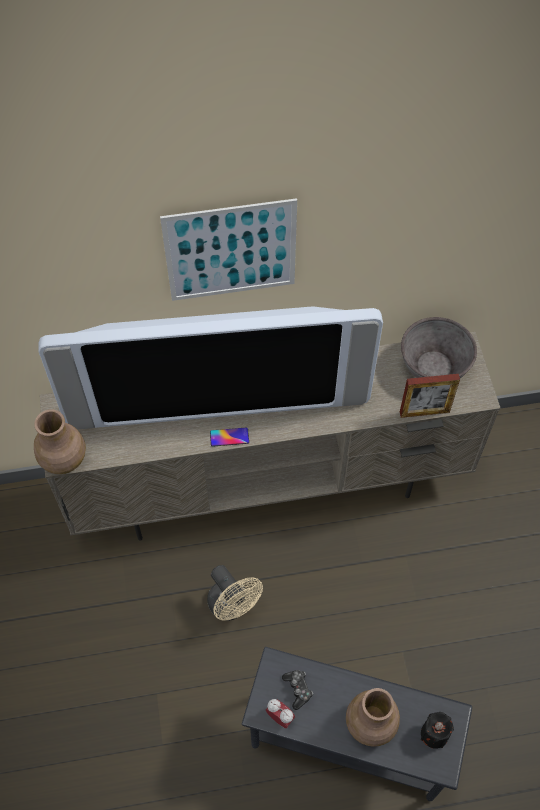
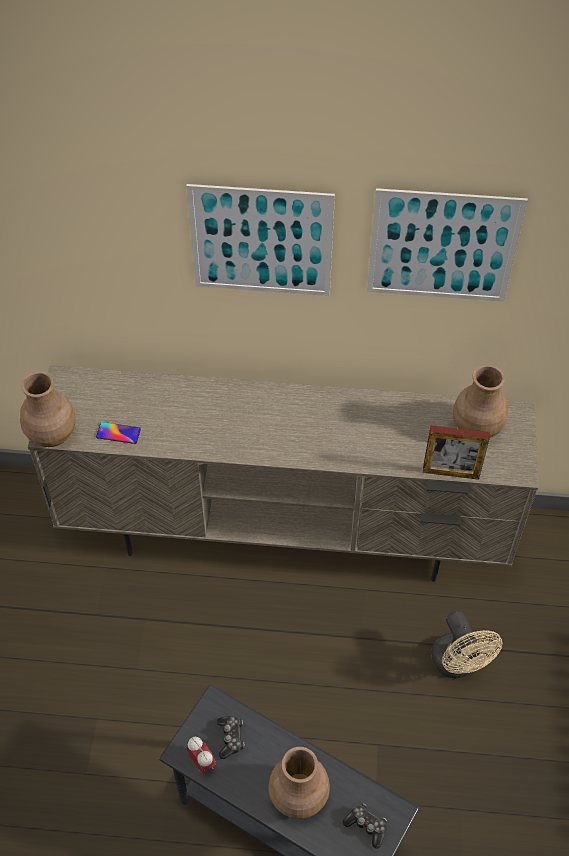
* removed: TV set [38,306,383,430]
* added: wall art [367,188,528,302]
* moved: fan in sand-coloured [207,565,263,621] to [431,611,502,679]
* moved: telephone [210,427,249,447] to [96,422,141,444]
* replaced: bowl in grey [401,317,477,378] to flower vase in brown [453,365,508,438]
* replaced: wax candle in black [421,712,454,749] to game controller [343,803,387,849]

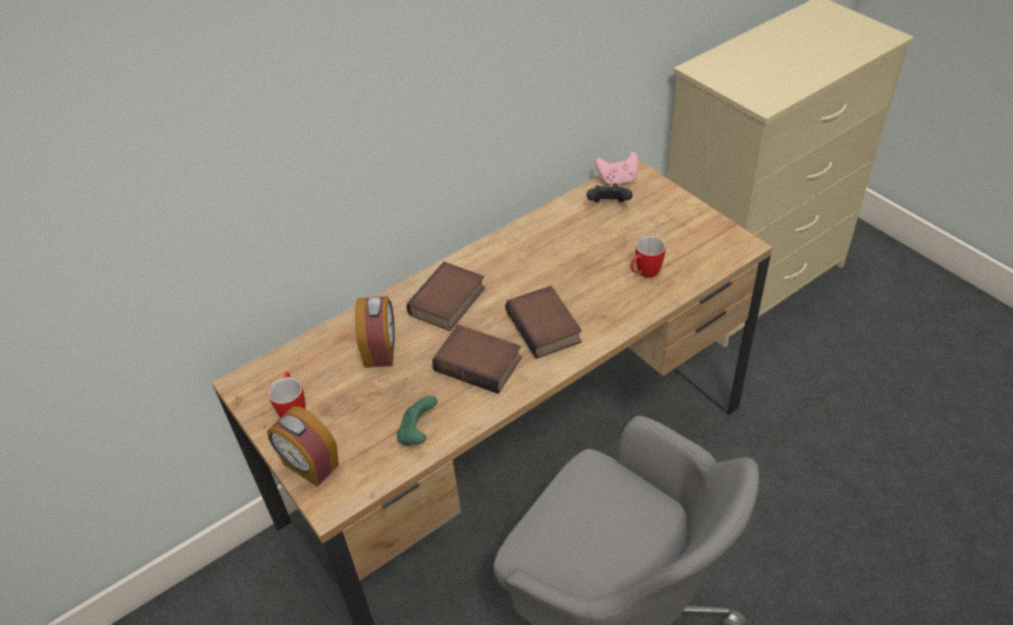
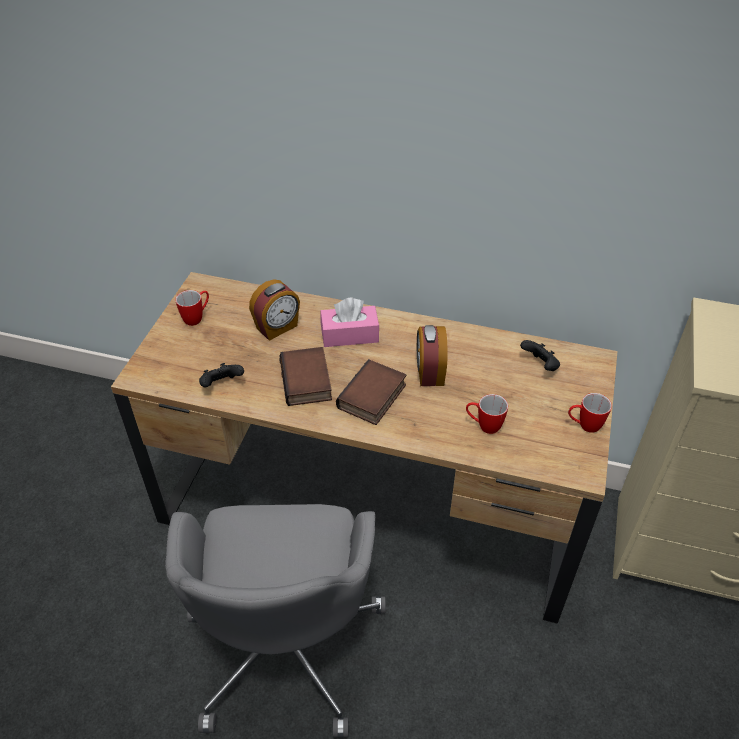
* removed: game controller in pink-coloured [595,152,639,186]
* added: mug [568,393,612,433]
* moved: alarm clock [267,406,339,487] to [417,325,448,386]
* replaced: book [406,262,485,331] to tissue holder in pink-coloured [320,297,379,347]
* recoloured: game controller in green-coloured [396,395,438,446] to game controller in black [199,363,244,388]

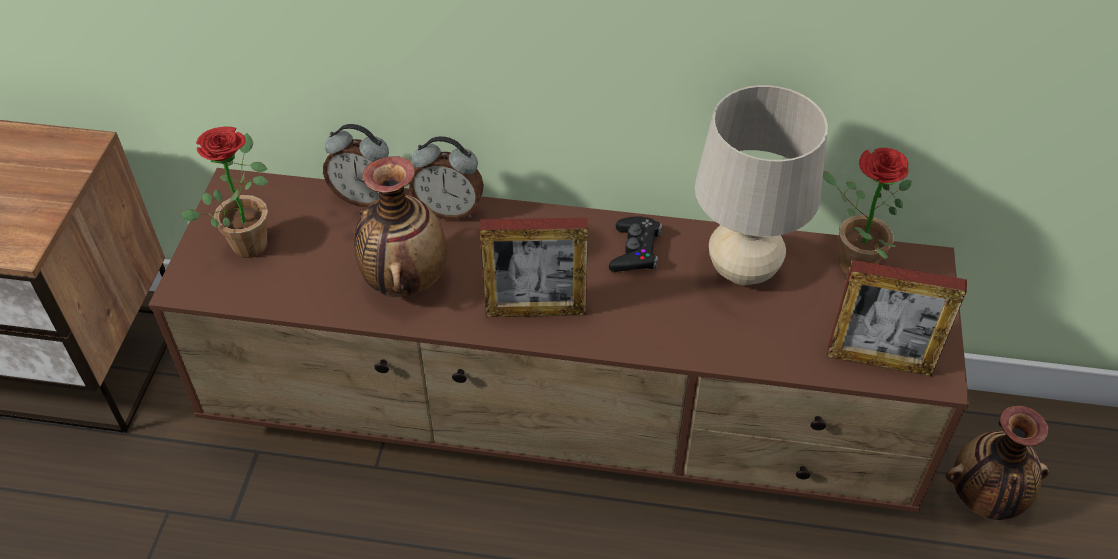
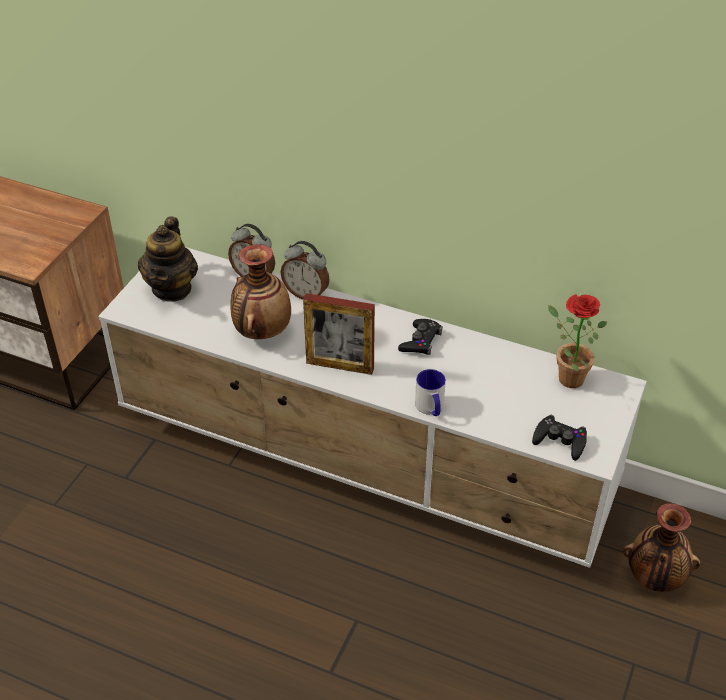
* removed: lamp for a table in sand-coloured [695,85,828,285]
* added: mug [415,369,446,416]
* replaced: potted plant [180,127,268,258] to tea pot [138,217,198,302]
* replaced: picture frame [827,260,967,377] to game controller in black [532,415,587,461]
* recoloured: media console in brown [148,168,969,512] to media console in whitish [98,247,647,568]

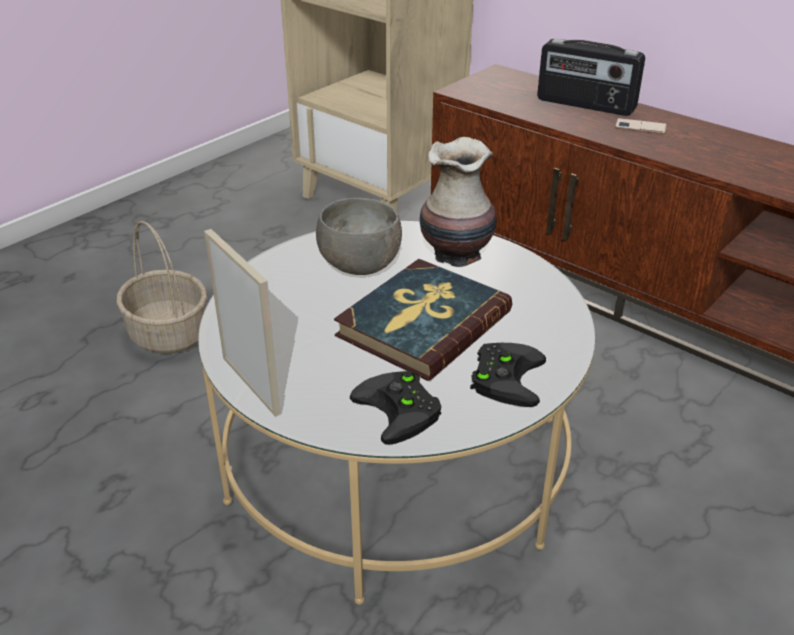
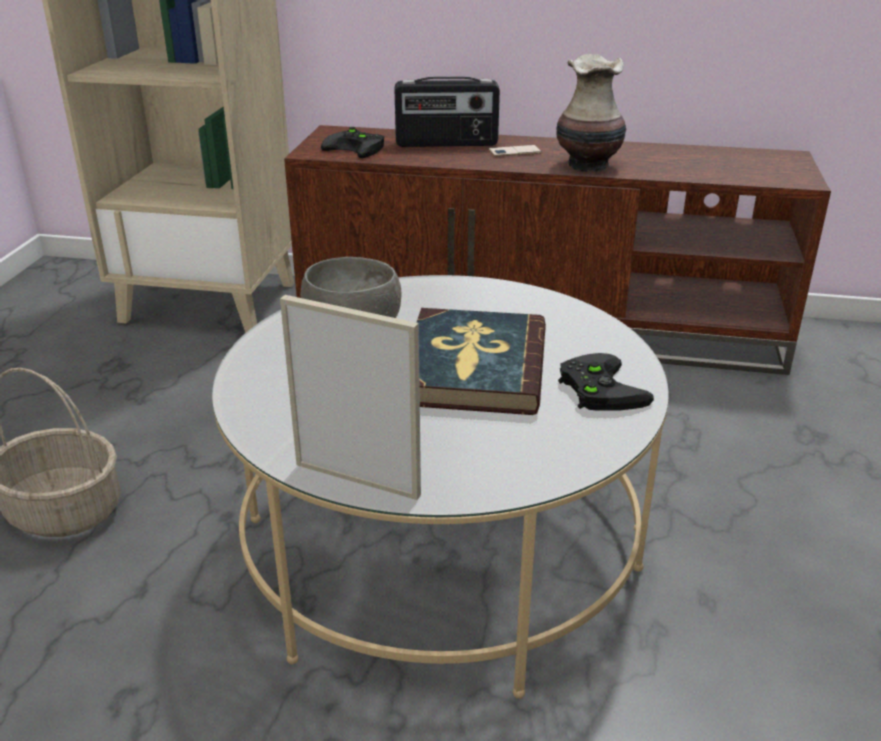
* moved: game controller in black [350,371,441,445] to [321,127,384,158]
* moved: flower vase [419,137,497,267] to [556,54,626,172]

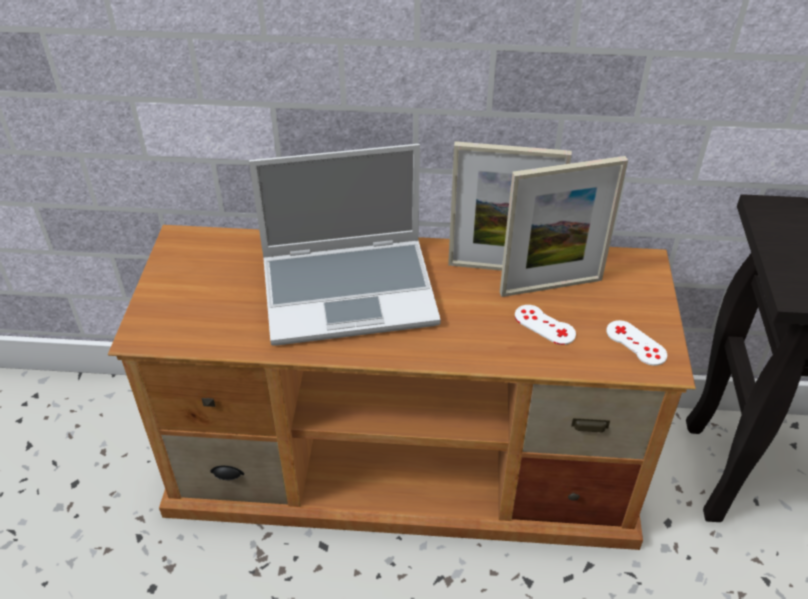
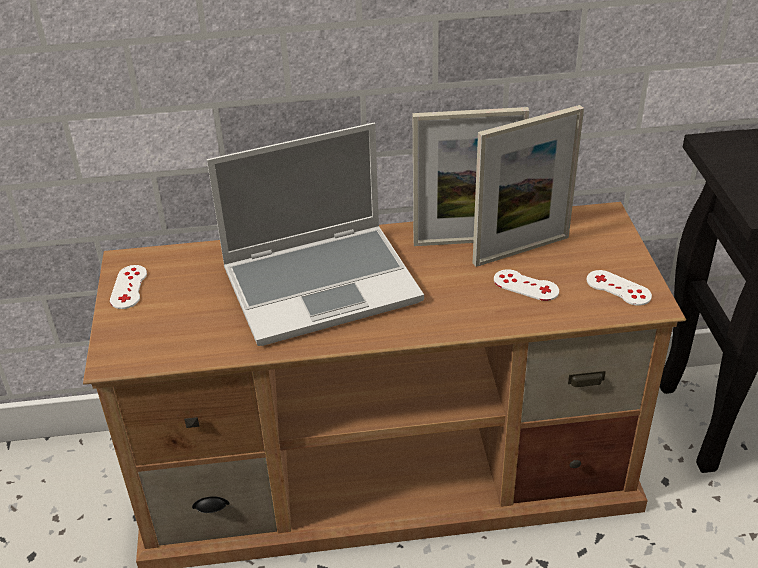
* added: game controller in whitish [110,265,147,309]

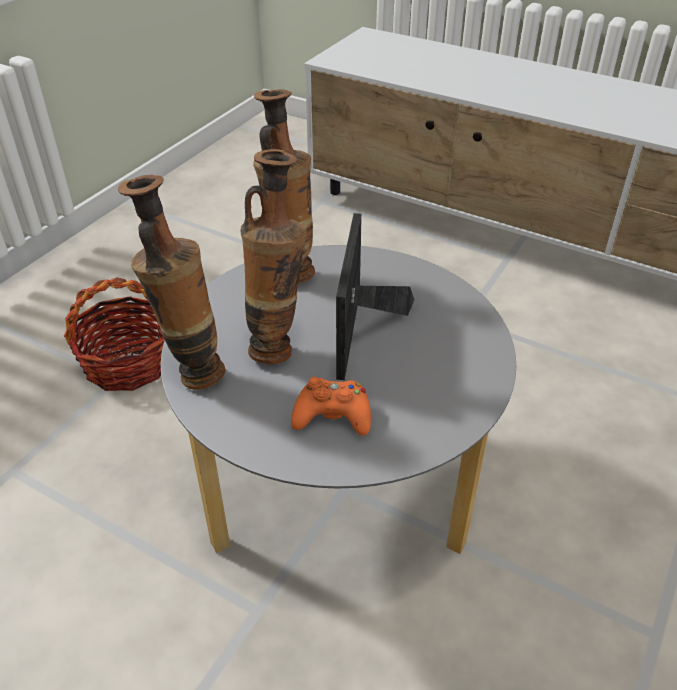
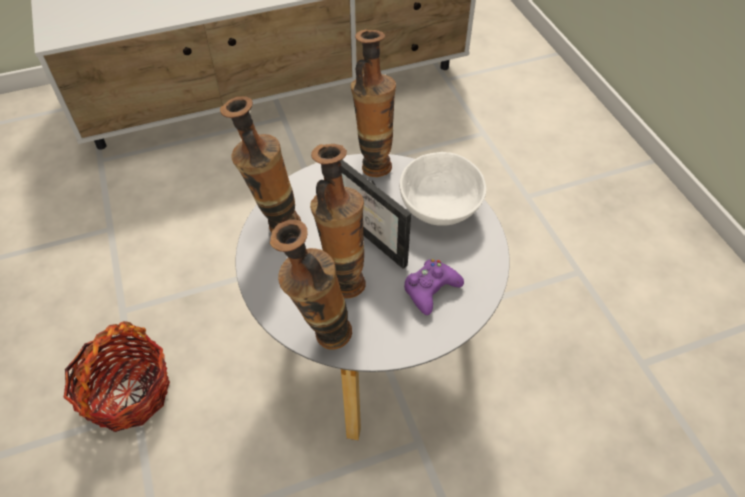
* added: flower vase [350,29,396,177]
* added: bowl in whitish [400,152,486,226]
* recoloured: game controller in orange-coloured [291,377,371,436] to game controller in purple [404,259,464,315]

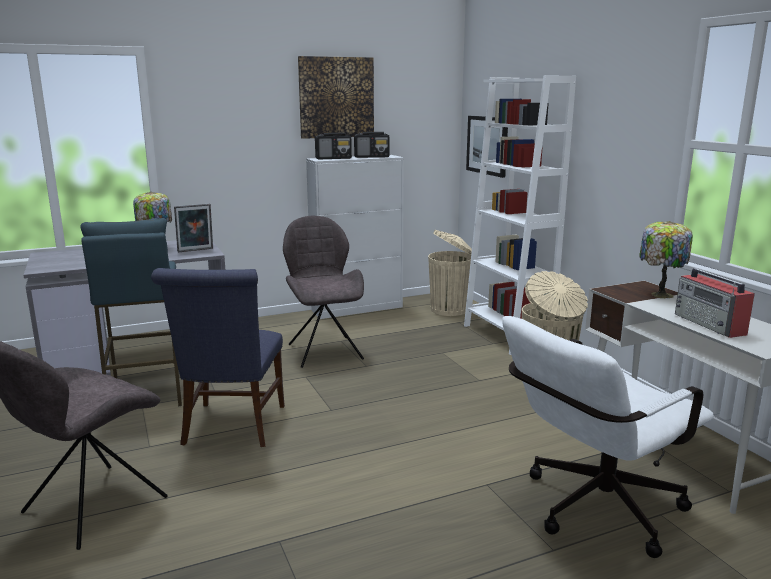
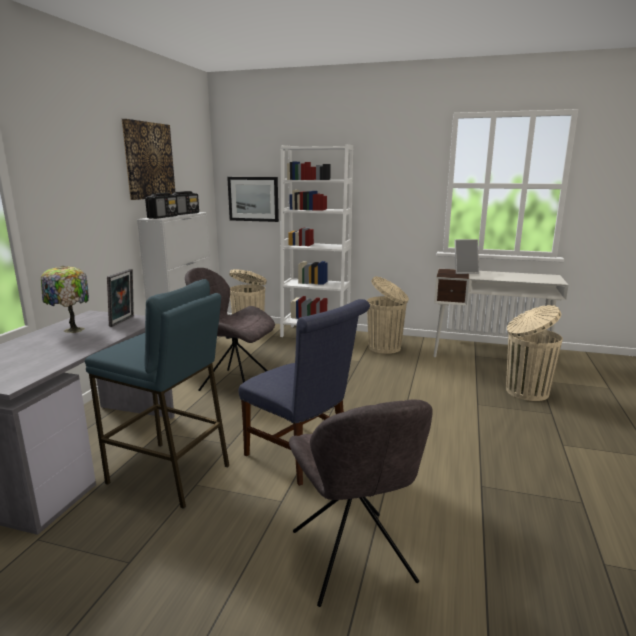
* removed: radio [675,268,755,338]
* replaced: desk chair in whitish [502,316,714,558] to waste bin in sand-coloured [506,305,563,401]
* replaced: lamp for a table [639,221,693,298] to picture frame [454,239,479,274]

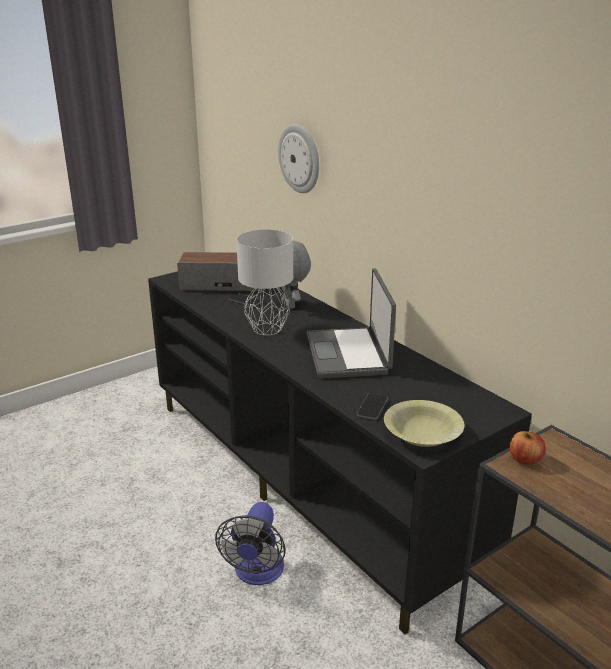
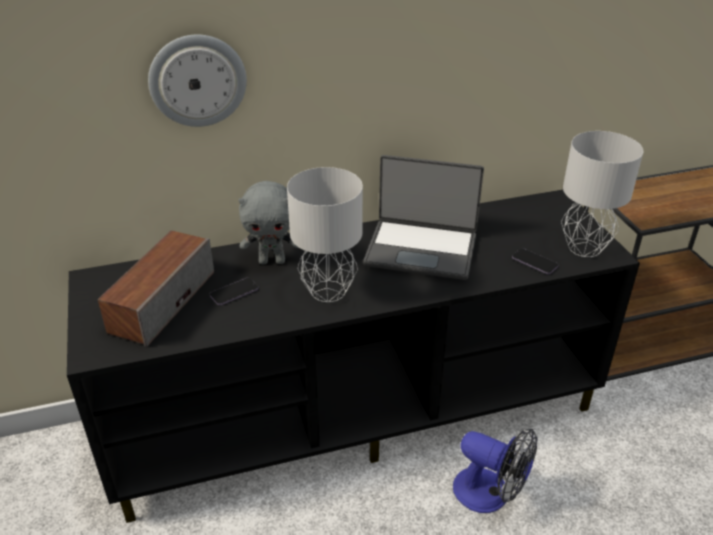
* removed: apple [510,431,546,465]
* replaced: bowl in yellow [384,400,464,447] to lamp for a table in grey [561,131,643,257]

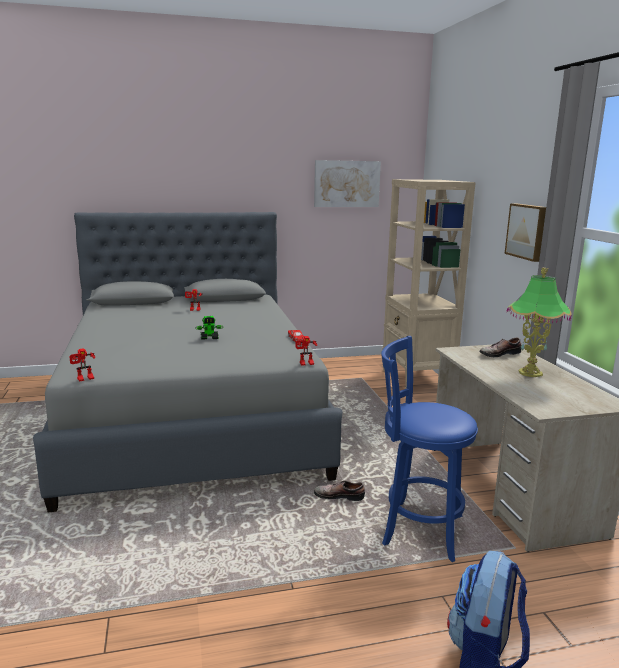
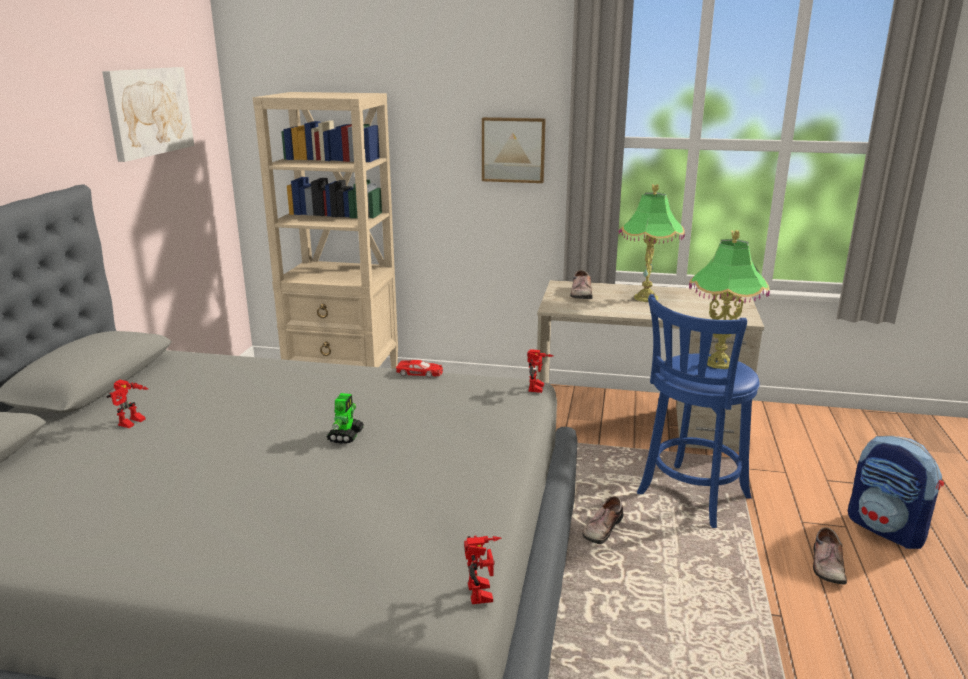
* added: lamp for a table [689,230,770,369]
* added: low shoe [813,527,847,585]

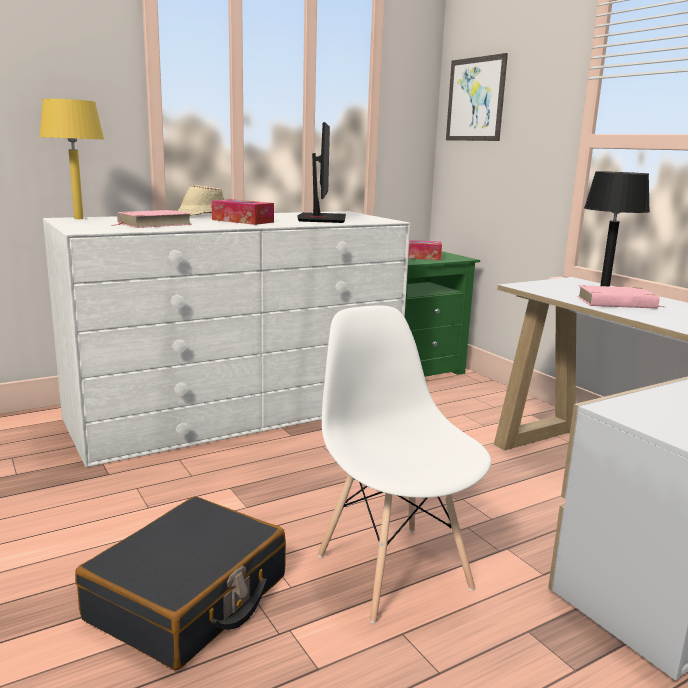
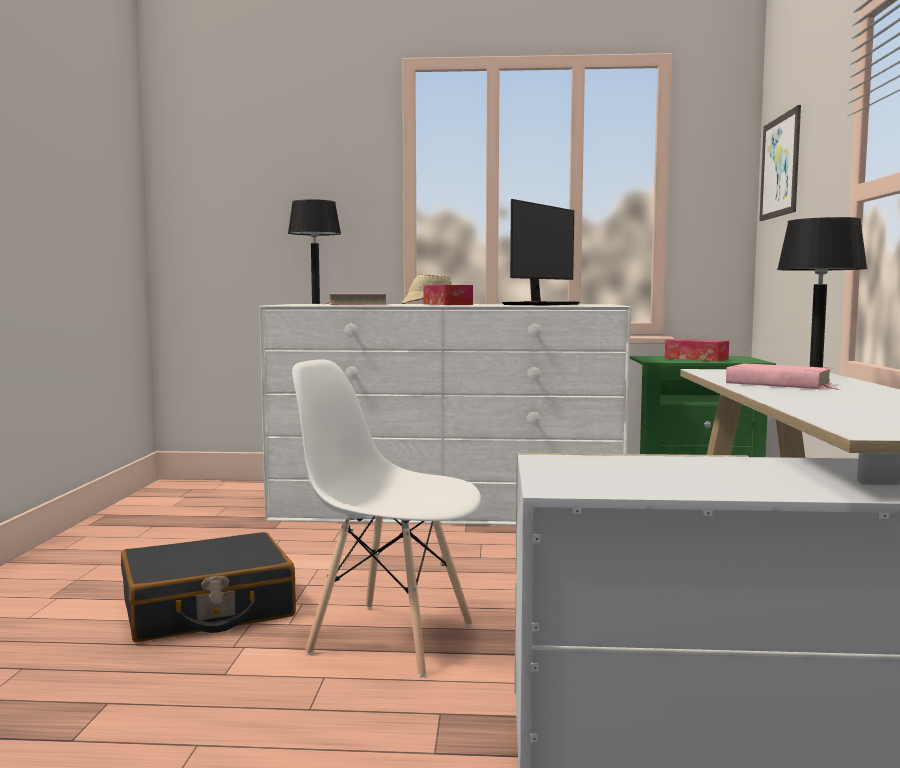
* recoloured: lamp for a table in yellow [39,99,104,219] to lamp for a table in black [288,199,341,304]
* turned: upright chair in whitish [318,305,491,623] = [292,360,481,677] 75 degrees counterclockwise

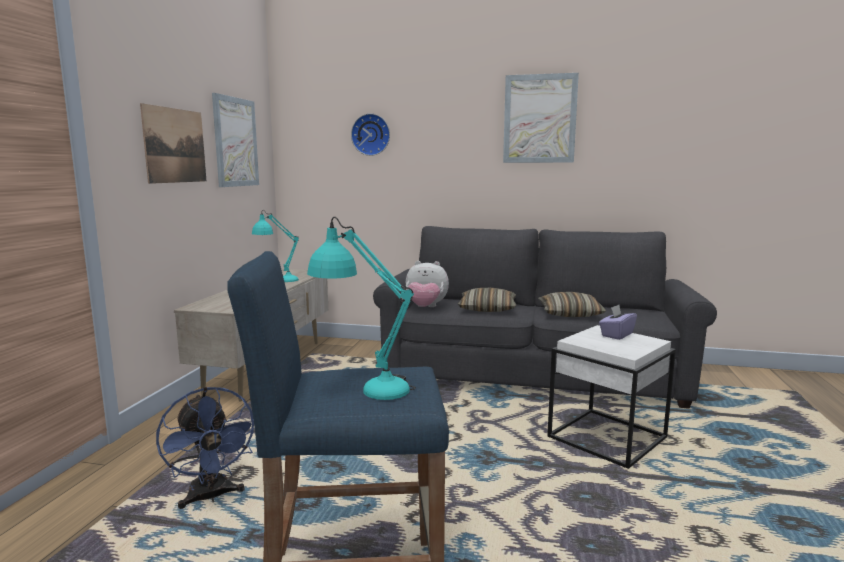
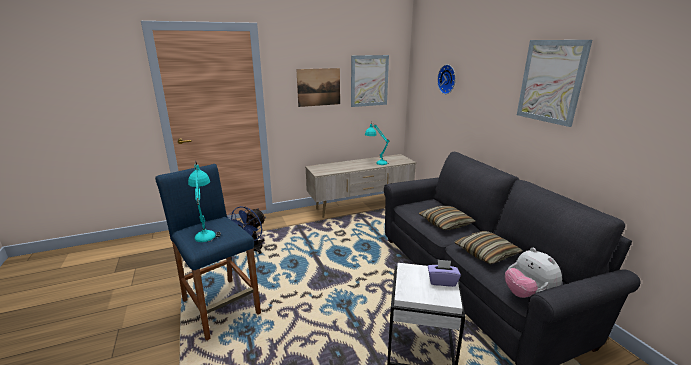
* moved: soft toy [405,261,449,307] to [505,248,562,298]

